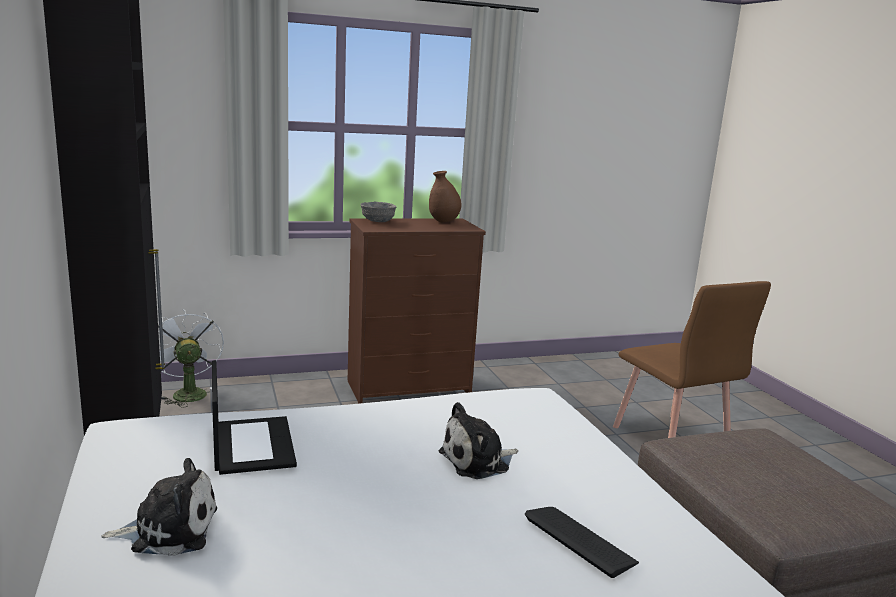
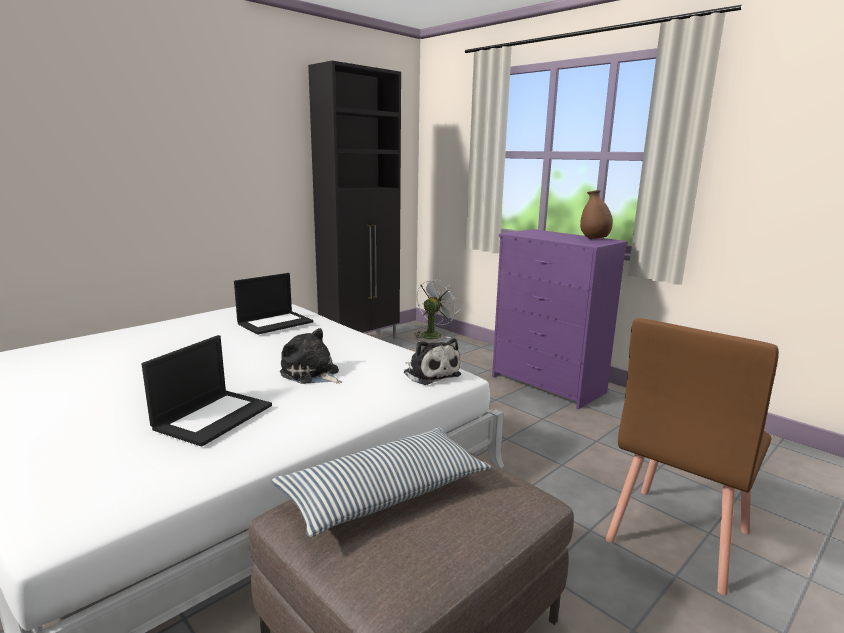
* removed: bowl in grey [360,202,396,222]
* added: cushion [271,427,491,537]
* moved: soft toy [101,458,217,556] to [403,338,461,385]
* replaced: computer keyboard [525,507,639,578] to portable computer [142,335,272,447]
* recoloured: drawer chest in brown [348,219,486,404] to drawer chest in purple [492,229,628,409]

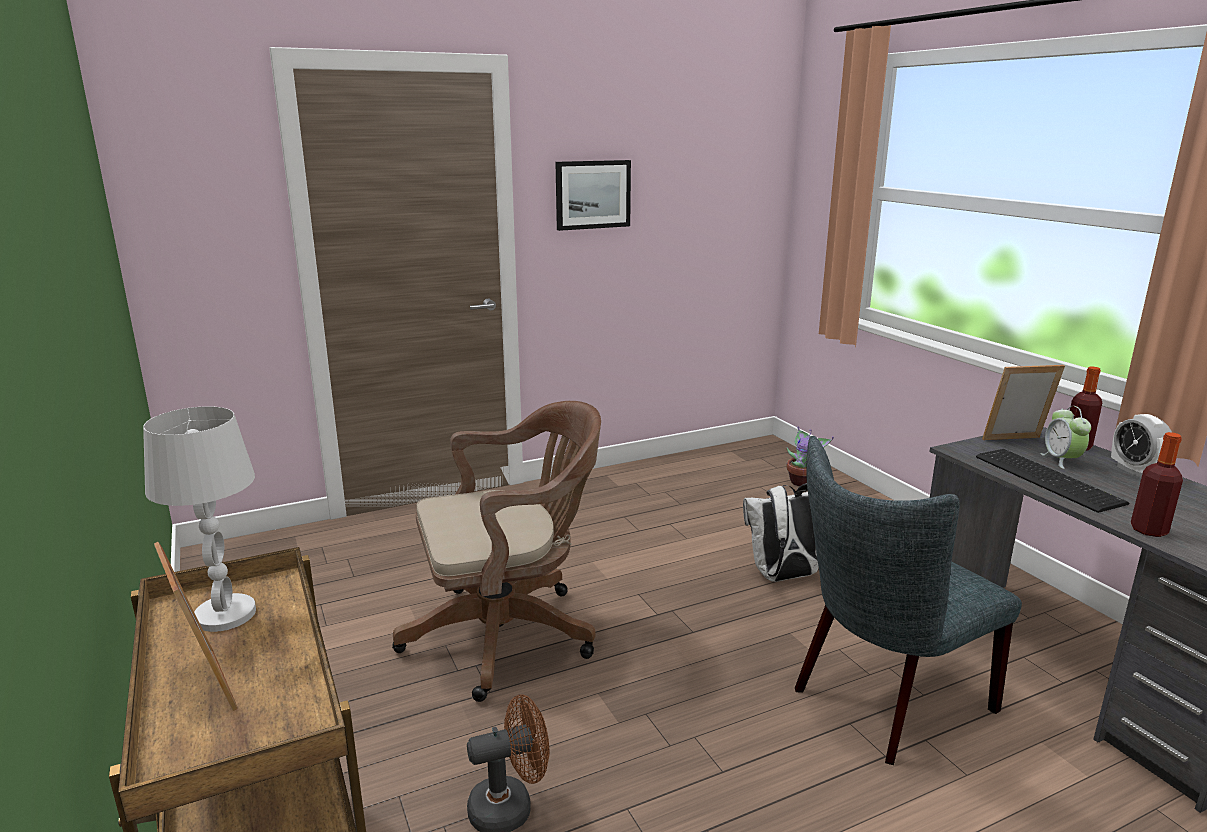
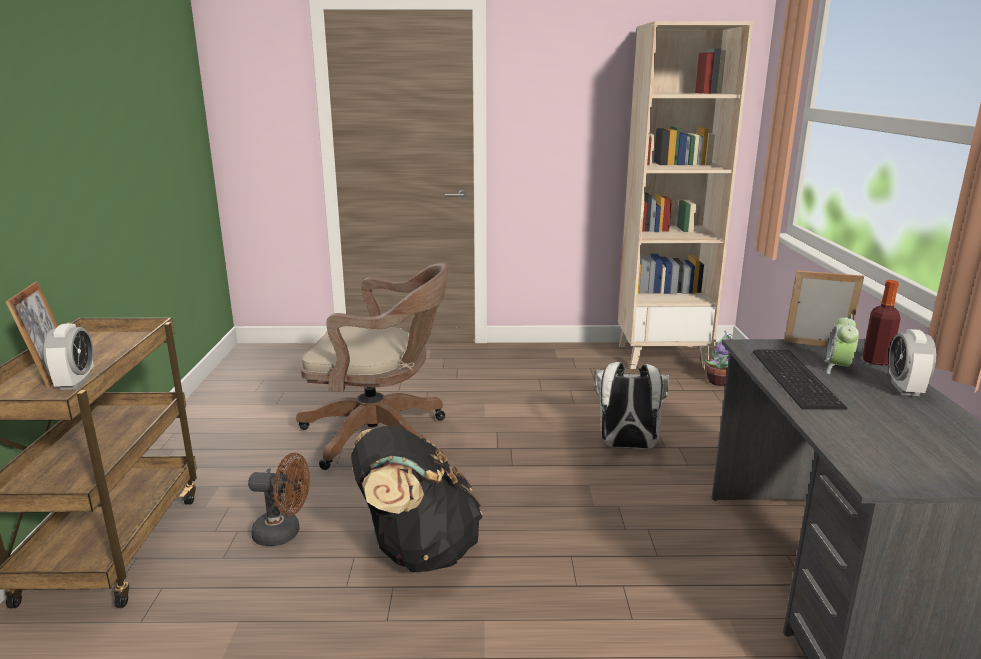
* removed: lamp for a table in whitish [143,406,256,632]
* removed: wall art [555,160,631,231]
* removed: upright chair in grey [795,436,1022,765]
* removed: drink bottle [1130,432,1183,537]
* added: alarm clock [43,324,94,390]
* added: knapsack in black [351,426,483,572]
* added: bookcase in sand-coloured [618,21,753,369]

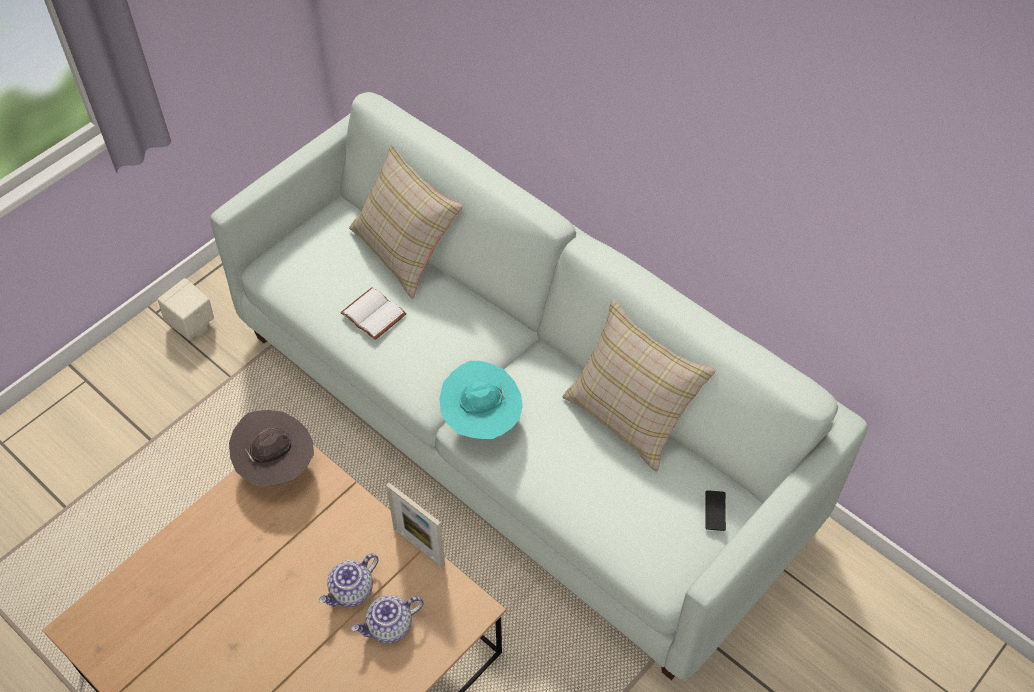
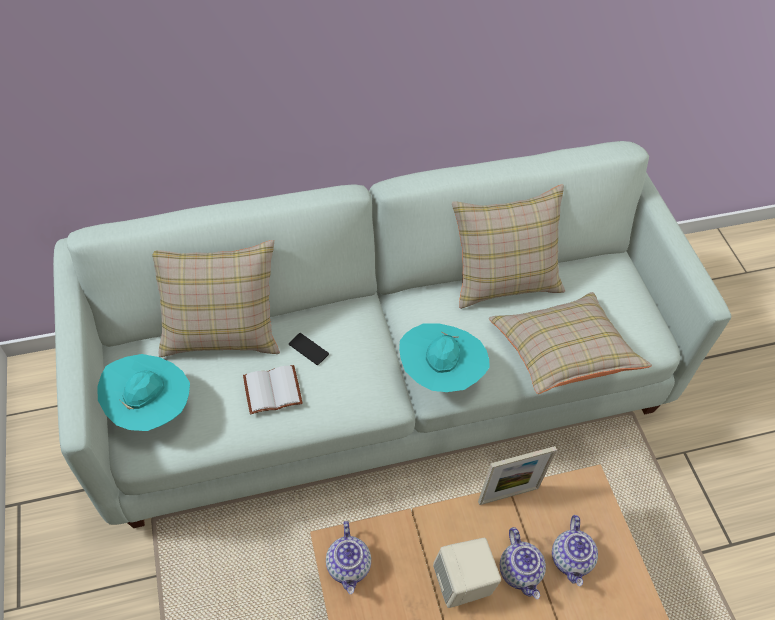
* added: hat in turquoise [98,354,190,431]
* added: cushion in sand-coloured [489,292,652,394]
* moved: loudspeaker in sand-coloured [158,278,214,340] to [433,538,501,608]
* moved: telephone [705,490,726,531] to [289,333,329,365]
* replaced: hat in brown [229,410,314,486] to tea pot [326,521,371,594]

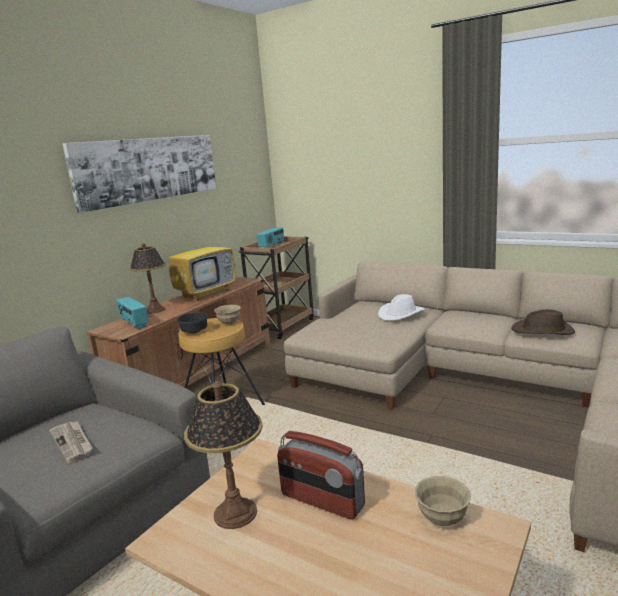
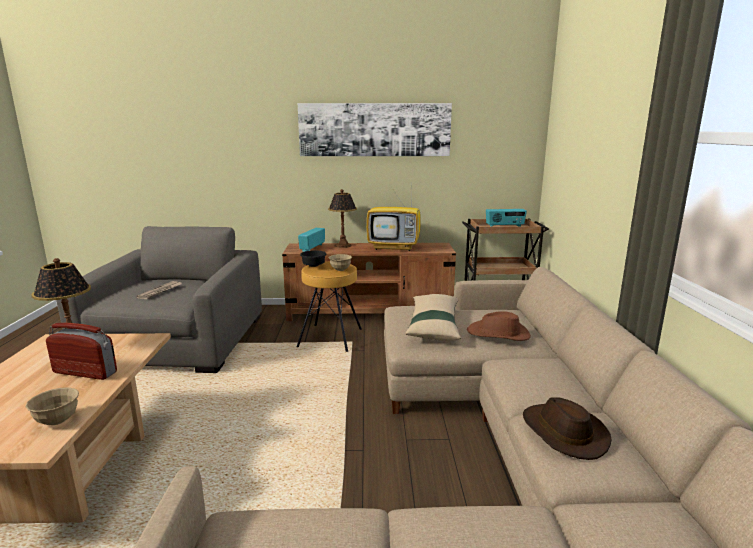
* added: cushion in sand-coloured [405,294,461,341]
* recoloured: hat in whitish [378,294,425,321] to hat in brown [467,311,531,341]
* turned: radio [277,431,365,520] = [46,323,117,380] 105 degrees clockwise

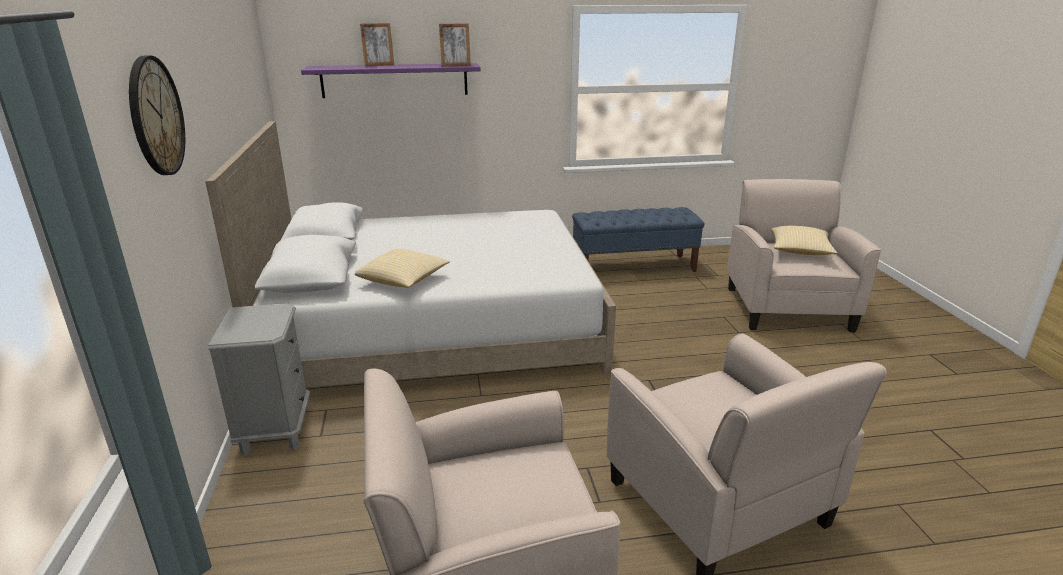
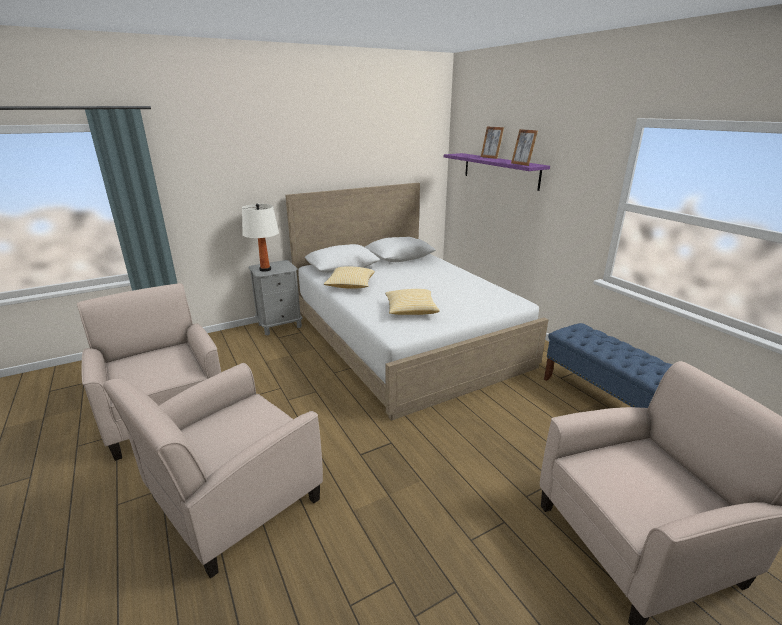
* removed: clock on the wall [129,55,185,175]
* added: lamp for a table in whitish [242,203,279,271]
* moved: cushion [771,226,837,255] to [385,289,440,315]

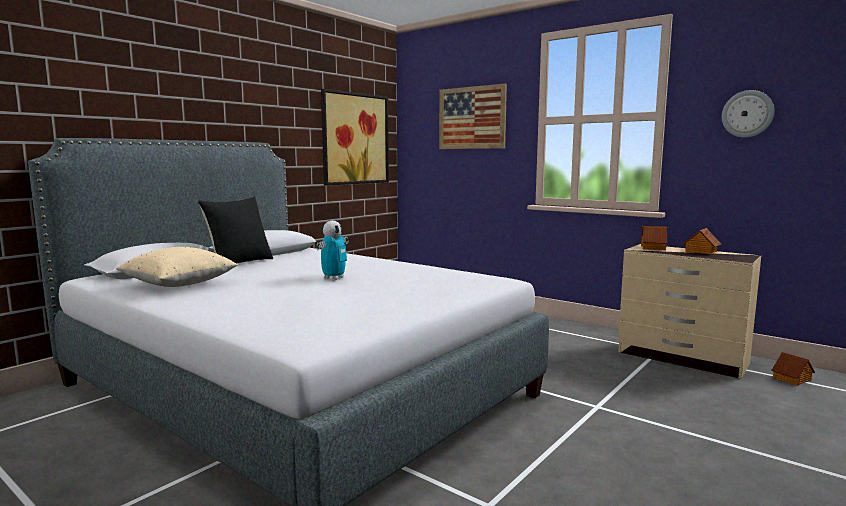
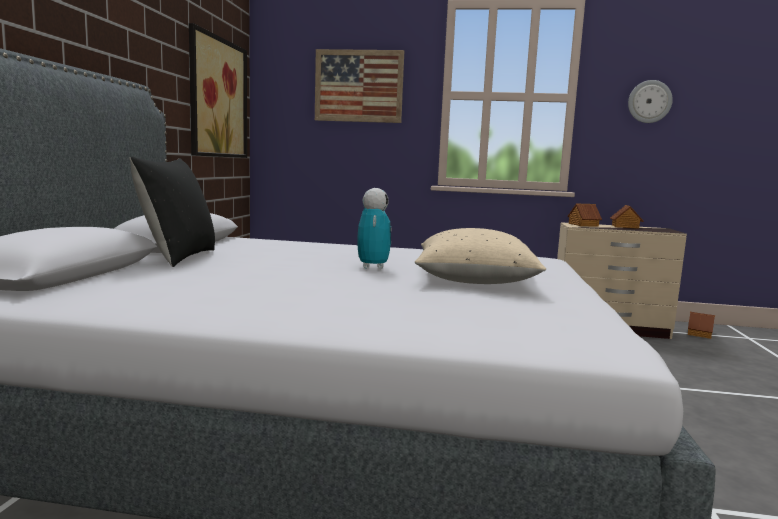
* moved: cushion in sand-coloured [116,247,238,287] to [415,228,546,284]

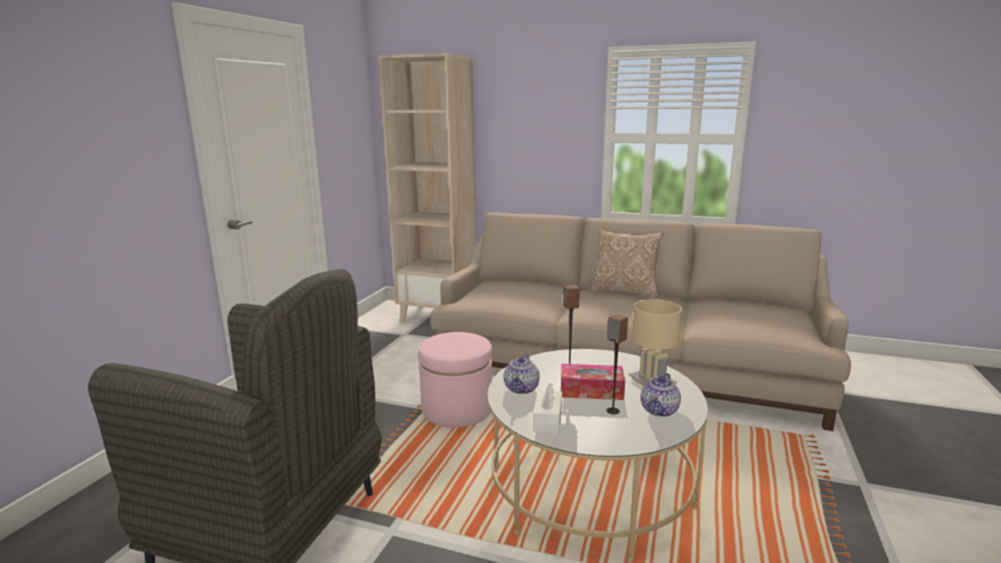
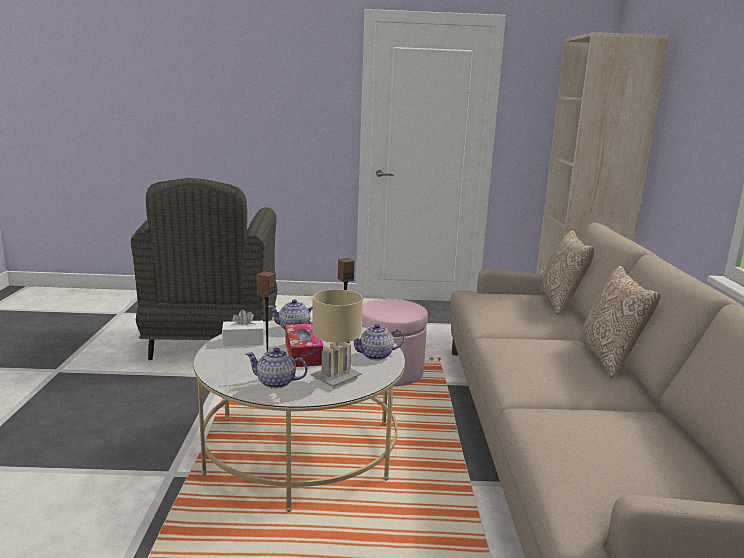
* added: tea pot [354,324,404,360]
* added: cushion [541,230,595,316]

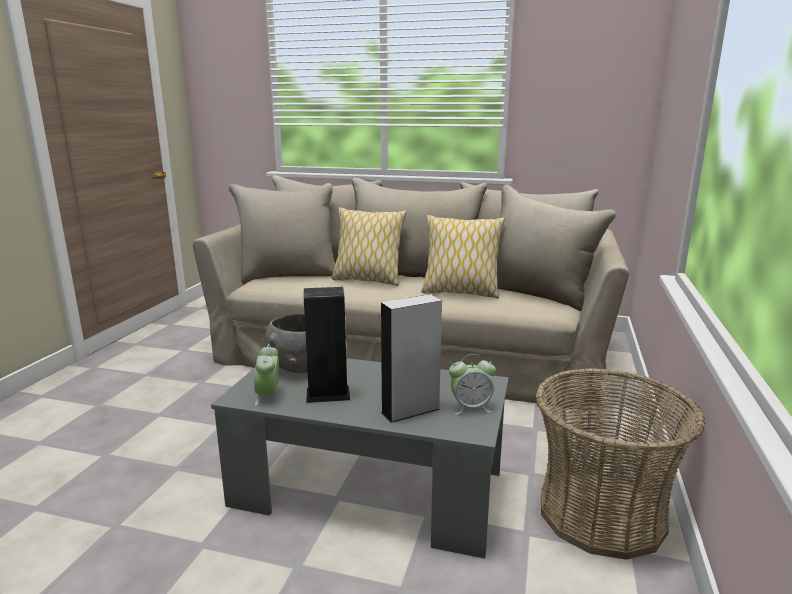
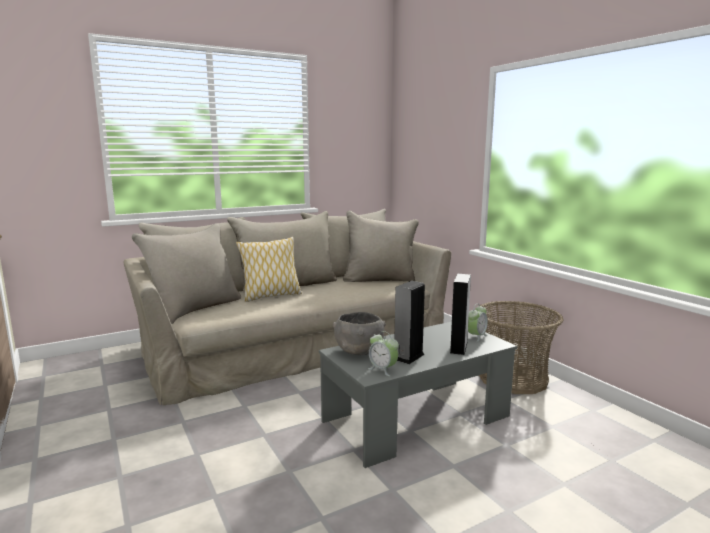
* removed: cushion [421,215,505,298]

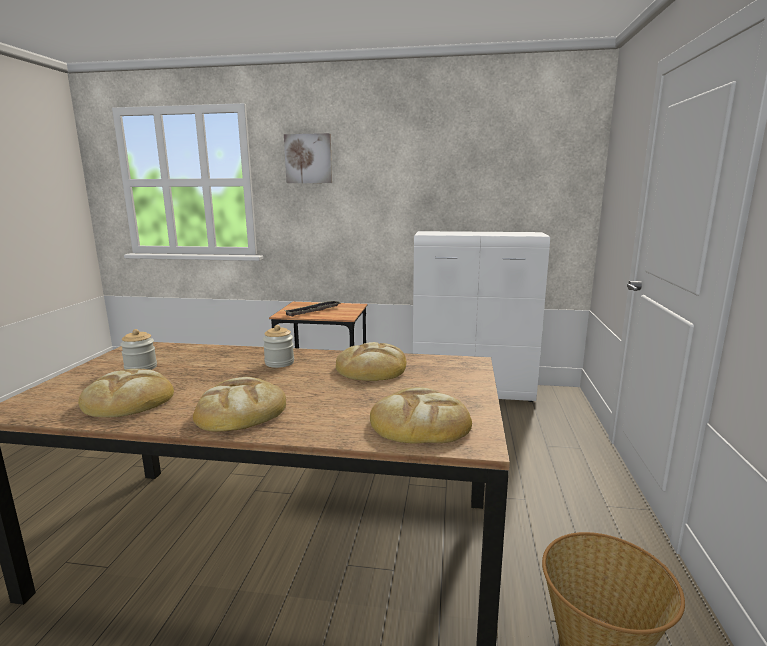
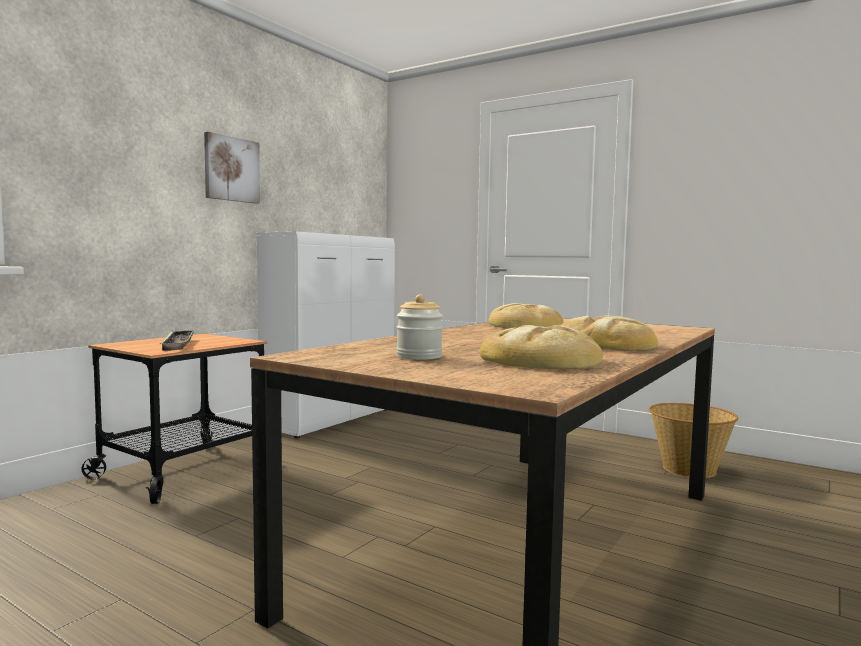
* removed: storage jar [263,325,294,368]
* removed: bakery bread [370,387,472,444]
* moved: wall art [284,133,332,183] to [204,132,260,204]

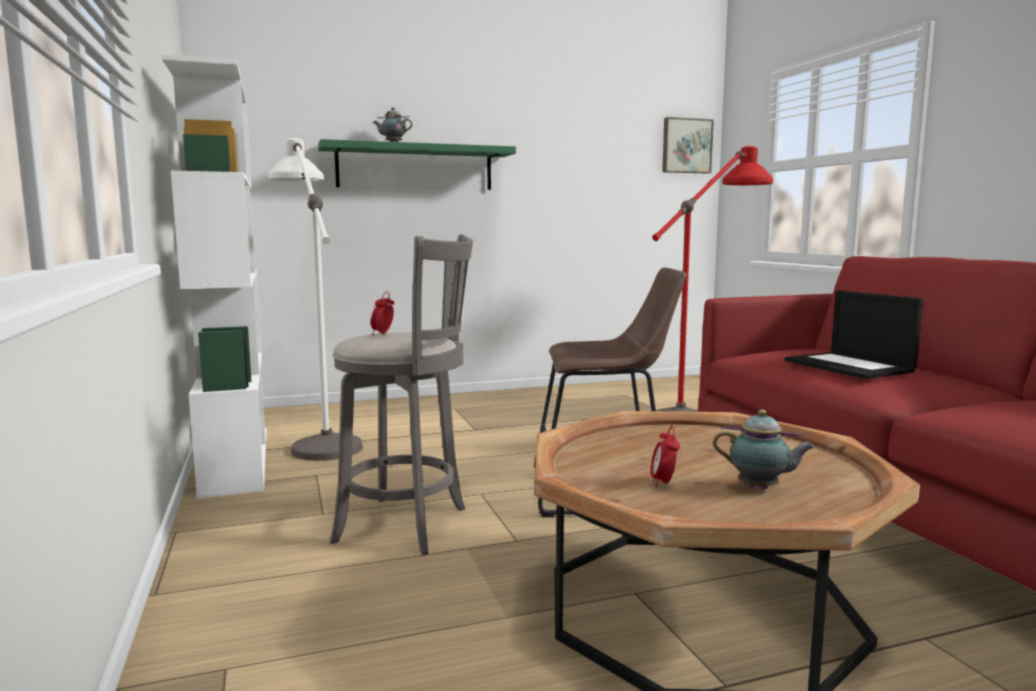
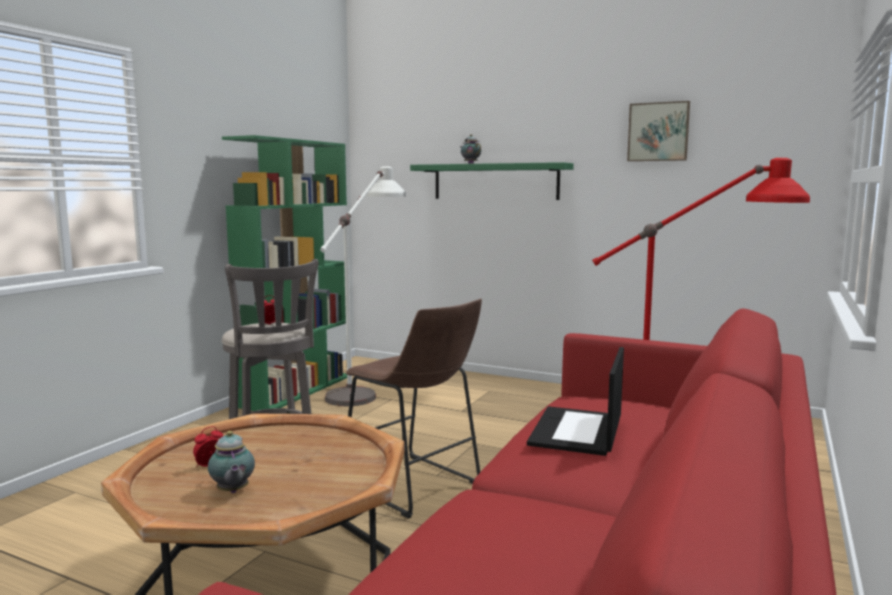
* moved: wall art [662,117,714,174] to [627,101,690,161]
* recoloured: bookcase in whitish [161,55,267,499] to bookcase in green-coloured [222,135,347,411]

